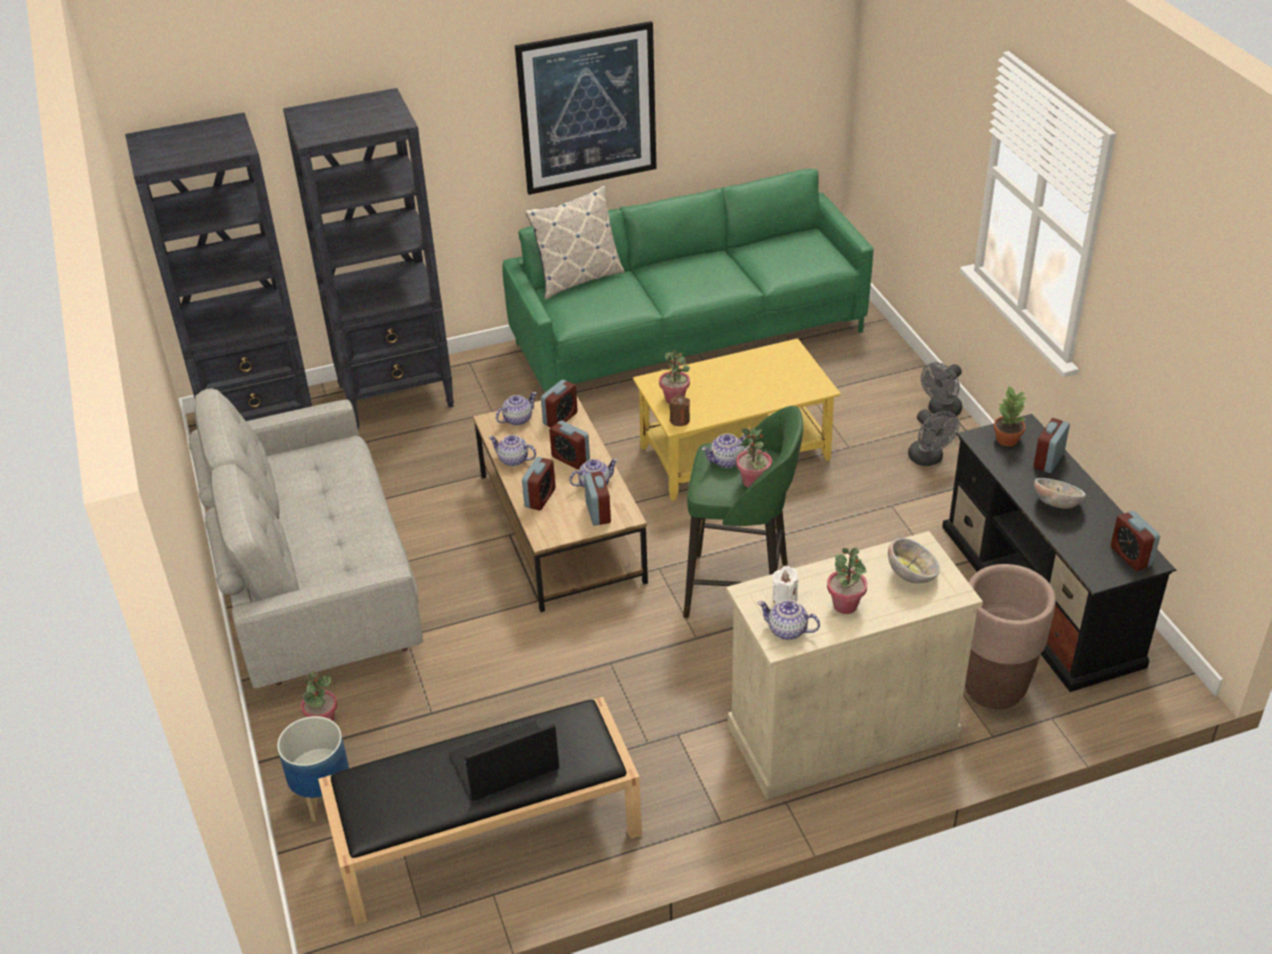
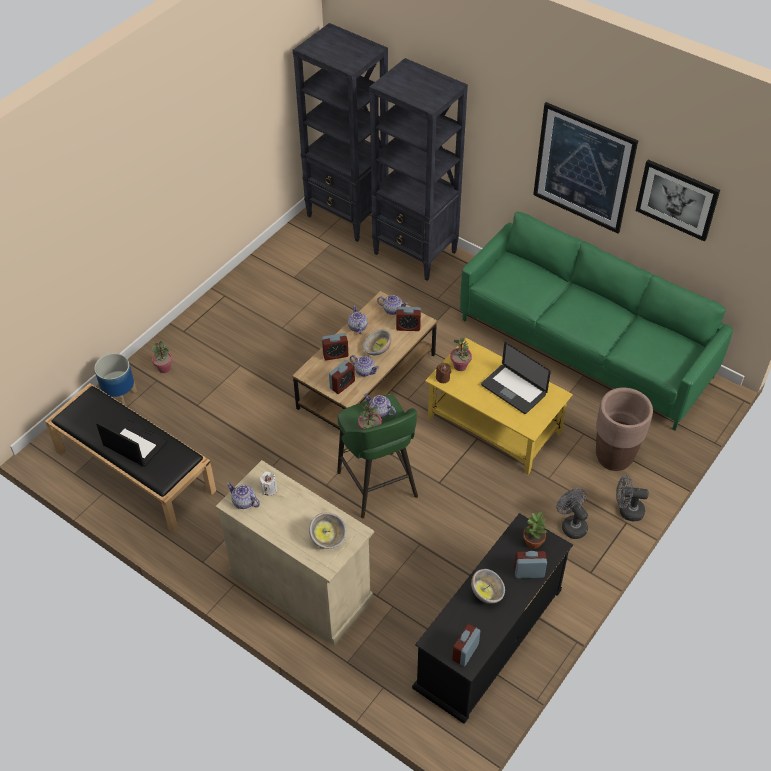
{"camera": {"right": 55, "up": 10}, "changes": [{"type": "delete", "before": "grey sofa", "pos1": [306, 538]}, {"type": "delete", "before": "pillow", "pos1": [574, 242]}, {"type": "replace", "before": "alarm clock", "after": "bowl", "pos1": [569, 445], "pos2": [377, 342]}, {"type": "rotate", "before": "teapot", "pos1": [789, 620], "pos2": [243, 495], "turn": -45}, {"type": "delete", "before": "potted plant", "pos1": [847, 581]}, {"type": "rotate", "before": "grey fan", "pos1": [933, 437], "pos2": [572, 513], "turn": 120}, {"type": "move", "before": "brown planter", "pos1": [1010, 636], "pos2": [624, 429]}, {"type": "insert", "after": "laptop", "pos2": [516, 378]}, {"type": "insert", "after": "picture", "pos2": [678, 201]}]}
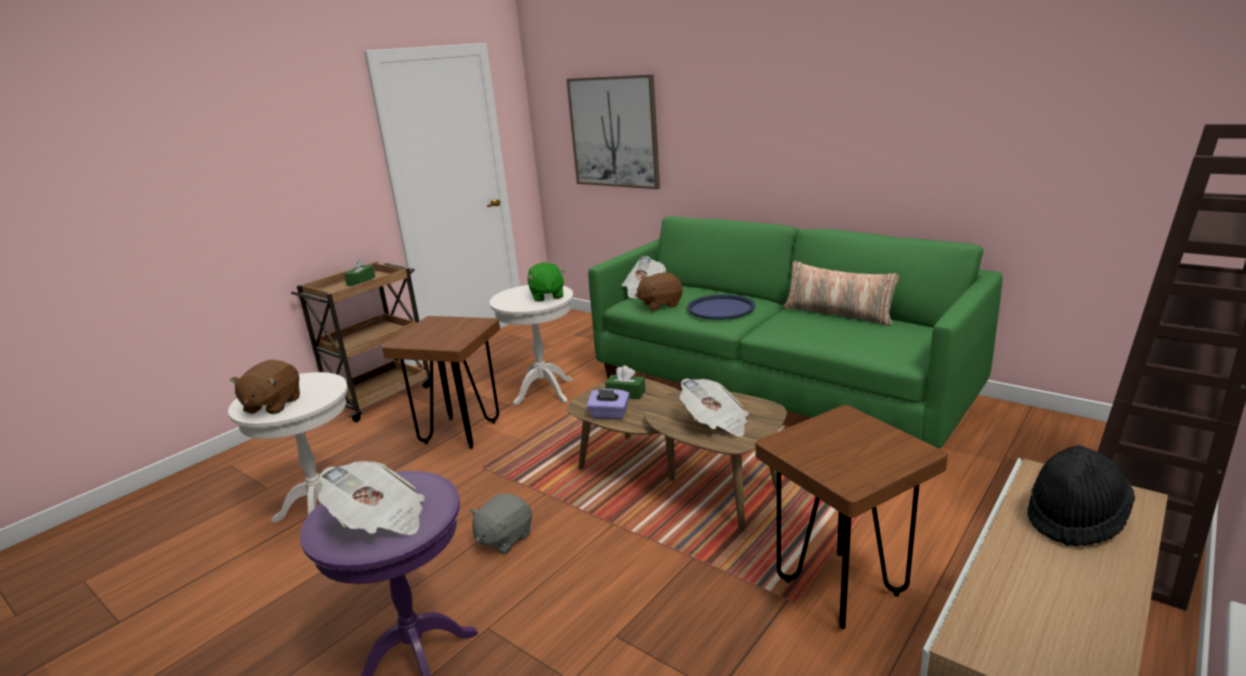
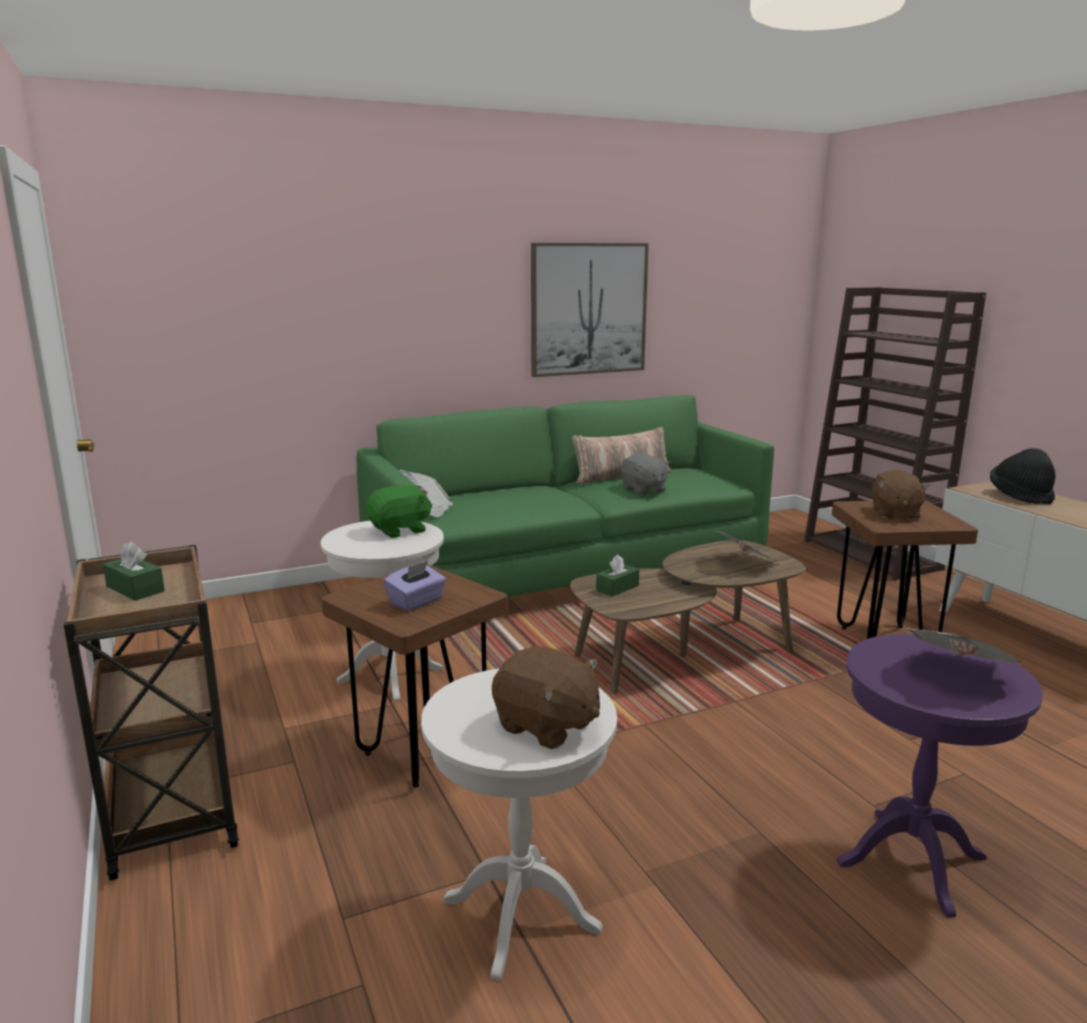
{"camera": {"right": -65, "up": -5}, "changes": [{"type": "move", "before": "grey plush toy", "pos1": [501, 524], "pos2": [645, 474]}, {"type": "rotate", "before": "green plush toy", "pos1": [546, 282], "pos2": [399, 511], "turn": -45}, {"type": "move", "before": "picture", "pos1": [613, 131], "pos2": [590, 310]}, {"type": "move", "before": "purple tissue box", "pos1": [608, 404], "pos2": [415, 586]}, {"type": "move", "before": "brown plush toy", "pos1": [659, 291], "pos2": [901, 495]}, {"type": "delete", "before": "blue tray", "pos1": [721, 307]}]}
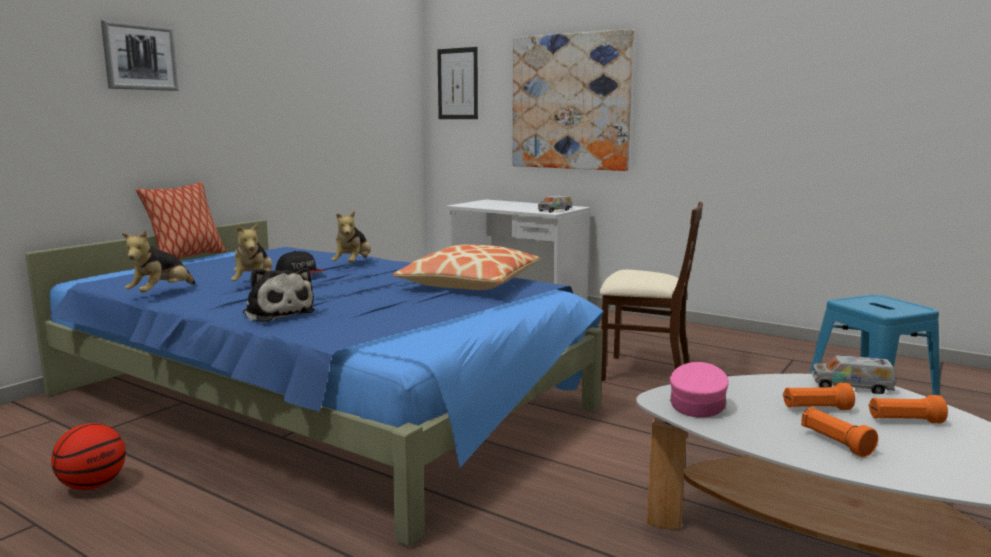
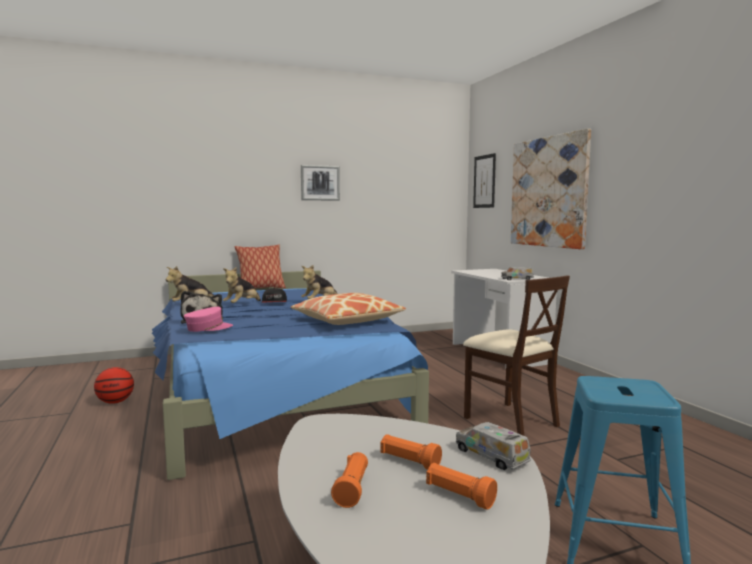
{"camera": {"right": 35, "up": -5}, "changes": [{"type": "move", "before": "picture", "pos1": [140, 55], "pos2": [320, 183]}, {"type": "move", "before": "pink cap", "pos1": [699, 390], "pos2": [208, 319]}]}
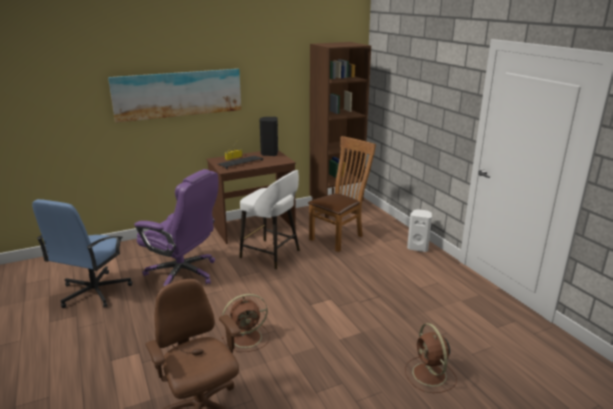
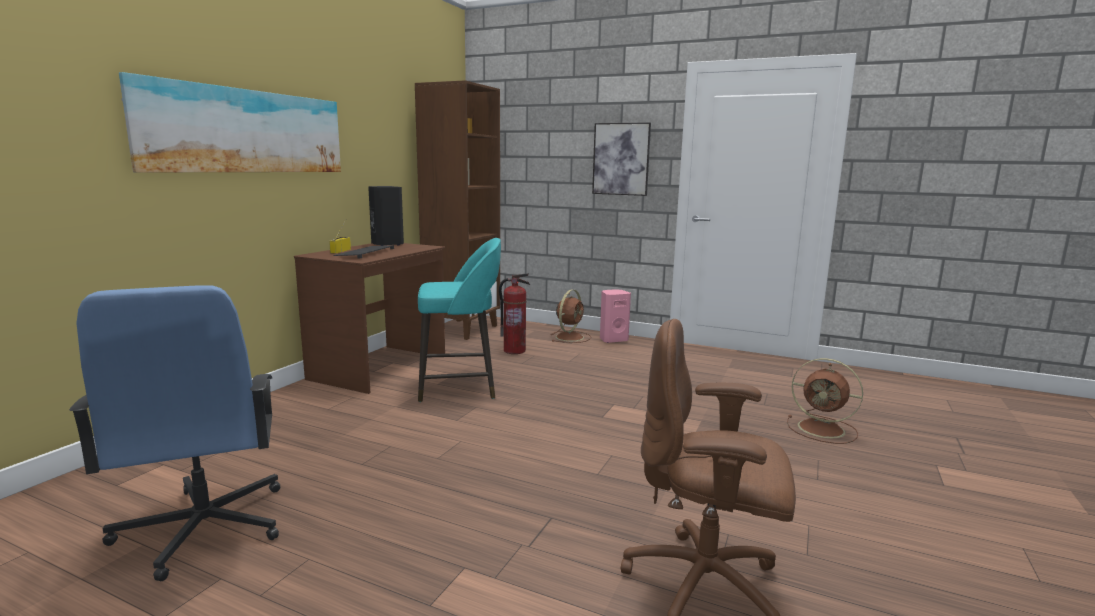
{"camera": {"right": -40, "up": -10}, "changes": [{"type": "delete", "before": "purple office chair", "pos1": [176, 228]}, {"type": "move", "before": "brown fan", "pos1": [246, 323], "pos2": [571, 316]}, {"type": "recolor", "before": "white stool", "after": "turquoise stool", "pos1": [269, 219], "pos2": [459, 320]}, {"type": "replace", "before": "brown chair", "after": "fire extinguisher", "pos1": [342, 194], "pos2": [514, 313]}, {"type": "recolor", "before": "white speaker", "after": "pink speaker", "pos1": [419, 230], "pos2": [615, 316]}, {"type": "insert", "after": "picture", "pos2": [621, 159]}]}
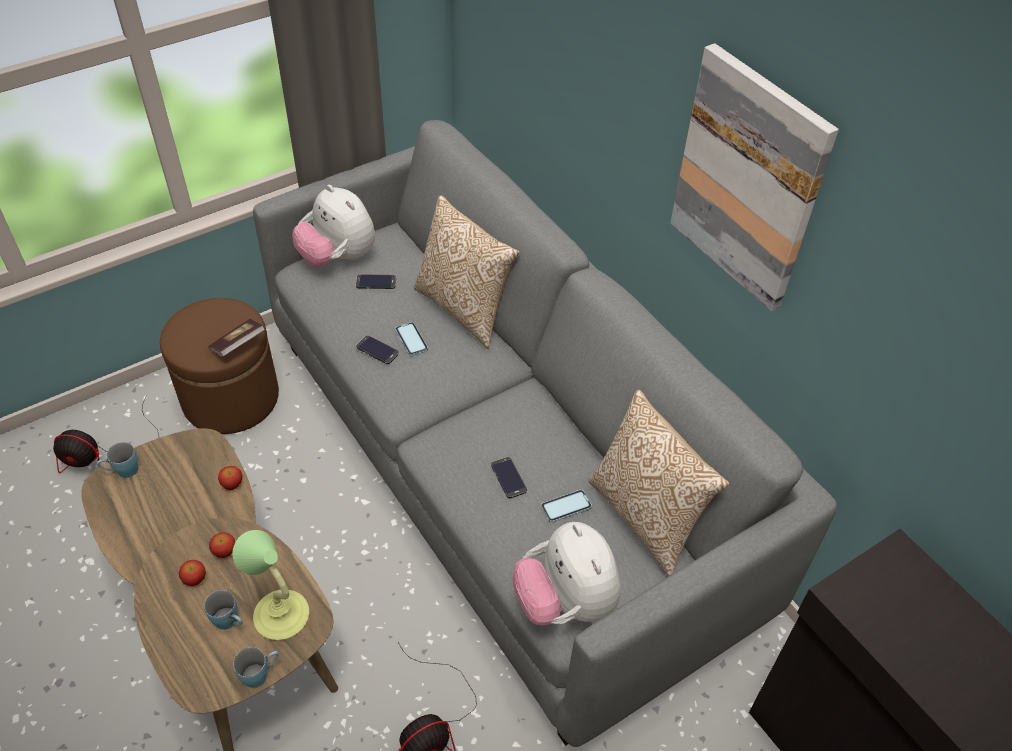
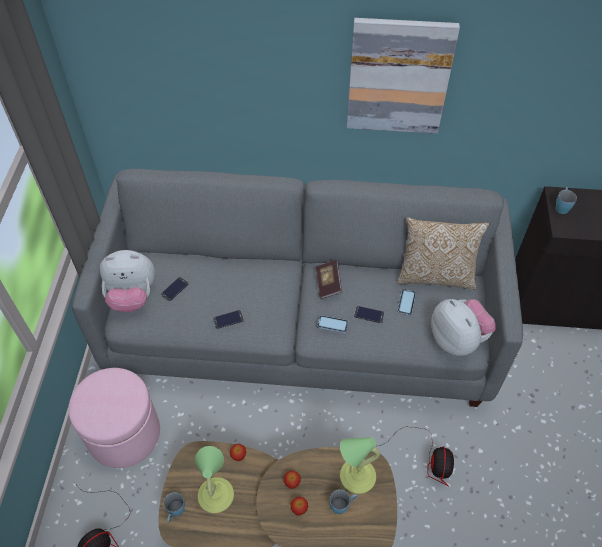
{"camera": {"right": -50, "up": 5}, "changes": [{"type": "recolor", "before": "brown ottoman", "after": "pink ottoman", "pos1": [219, 366], "pos2": [114, 418]}, {"type": "move", "before": "book", "pos1": [237, 338], "pos2": [329, 279]}, {"type": "move", "before": "blue mug", "pos1": [256, 667], "pos2": [566, 200]}, {"type": "move", "before": "phone", "pos1": [411, 339], "pos2": [332, 324]}, {"type": "delete", "before": "pillow", "pos1": [467, 272]}, {"type": "rotate", "before": "plush toy", "pos1": [566, 573], "pos2": [463, 327], "turn": -135}, {"type": "insert", "after": "table lamp", "pos2": [214, 479]}]}
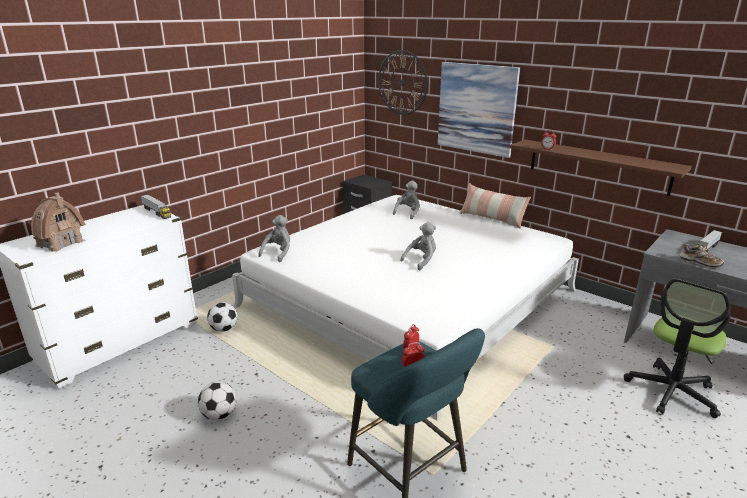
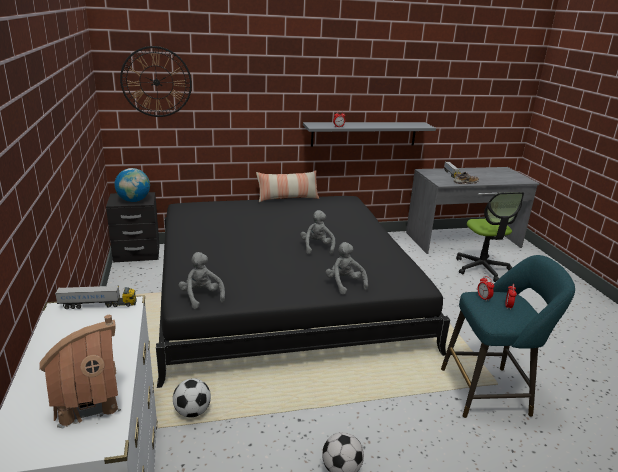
{"camera": {"right": -55, "up": 0}, "changes": [{"type": "recolor", "before": "white bed", "after": "black bed", "pos1": [405, 308], "pos2": [303, 292]}, {"type": "move", "before": "grey plush toy", "pos1": [406, 200], "pos2": [346, 268]}, {"type": "delete", "before": "picture", "pos1": [479, 110]}, {"type": "recolor", "before": "brown shelf", "after": "grey shelf", "pos1": [601, 167], "pos2": [369, 134]}, {"type": "insert", "after": "globe", "pos2": [132, 185]}]}
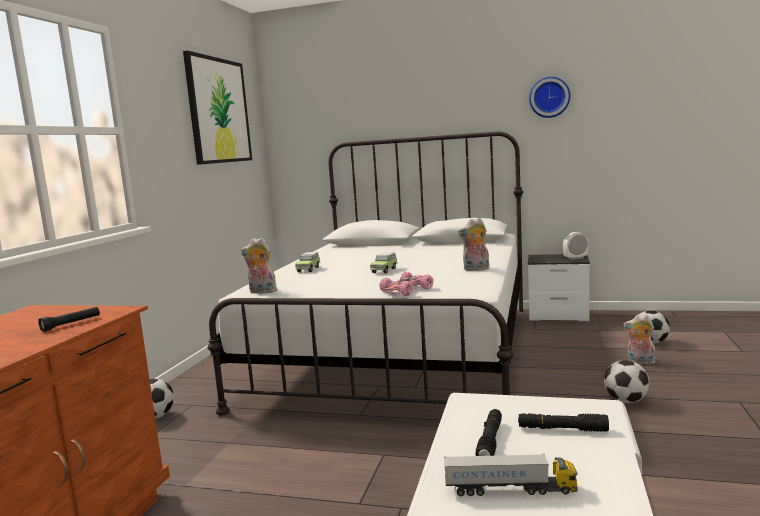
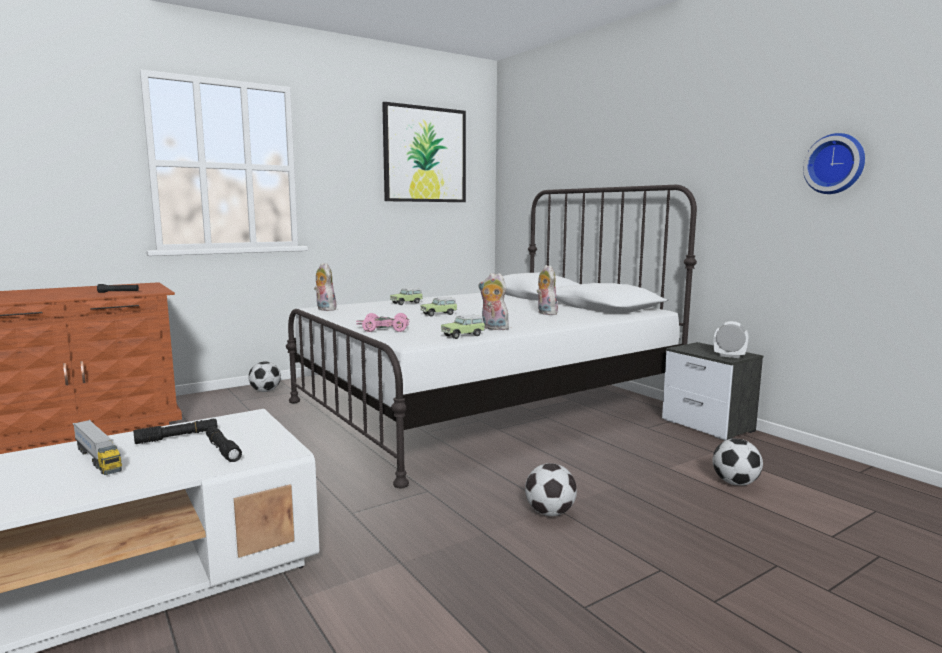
{"camera": {"right": 40, "up": 0}, "changes": [{"type": "move", "before": "wall clock", "pos1": [549, 97], "pos2": [834, 163]}, {"type": "move", "before": "plush toy", "pos1": [639, 339], "pos2": [547, 290]}, {"type": "insert", "after": "toy car", "pos2": [463, 326]}]}
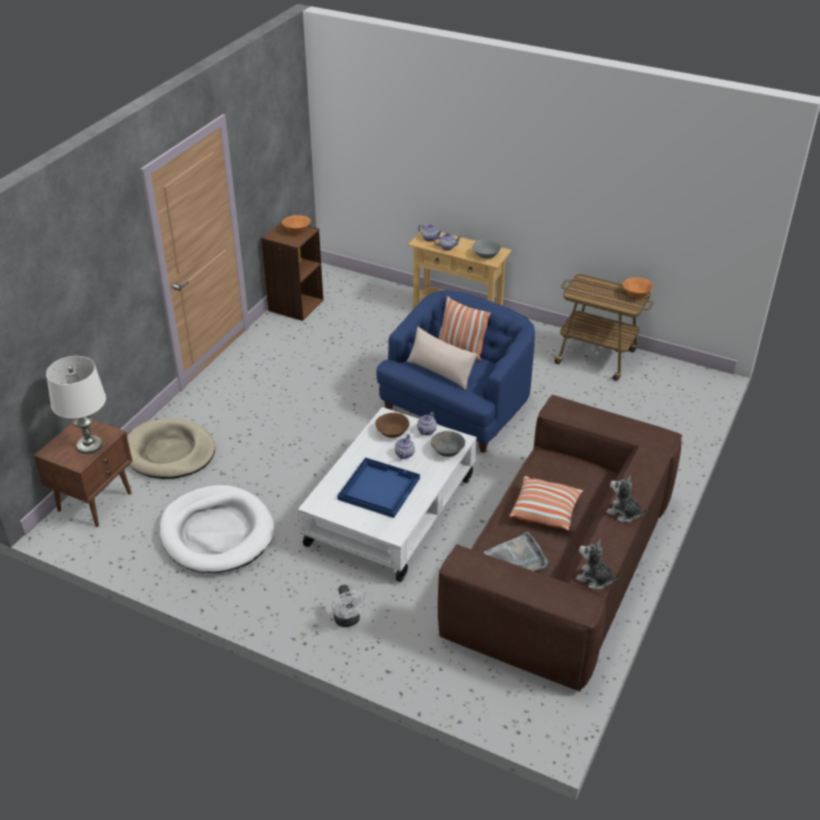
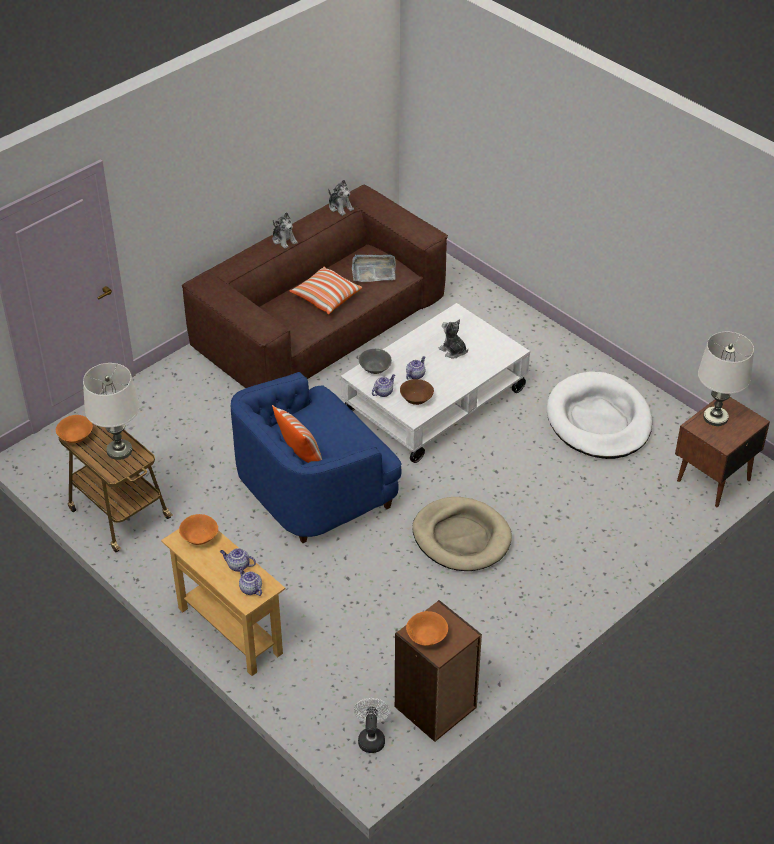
{"camera": {"right": -160, "up": 5}, "changes": [{"type": "move", "before": "beige dog bed", "pos1": [171, 449], "pos2": [462, 534]}, {"type": "move", "before": "white fan", "pos1": [349, 606], "pos2": [372, 725]}, {"type": "replace", "before": "blue tray", "after": "plush toy", "pos1": [378, 487], "pos2": [453, 339]}, {"type": "delete", "before": "beige pillow", "pos1": [442, 358]}, {"type": "recolor", "before": "grey bowl", "after": "orange bowl", "pos1": [486, 249], "pos2": [198, 529]}, {"type": "insert", "after": "white table lamp", "pos2": [111, 411]}]}
